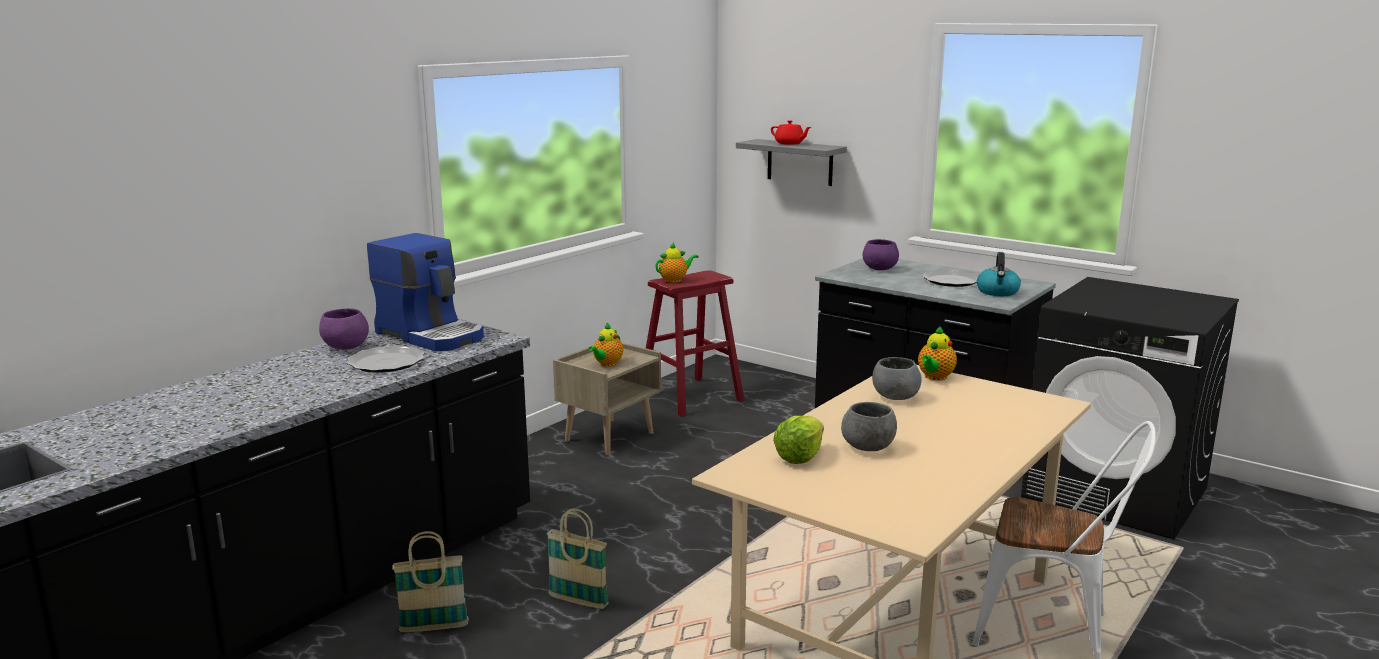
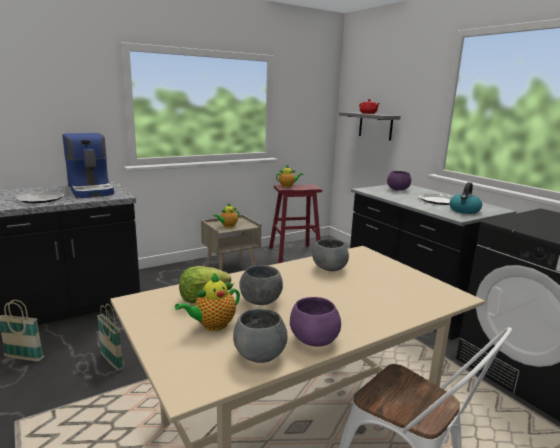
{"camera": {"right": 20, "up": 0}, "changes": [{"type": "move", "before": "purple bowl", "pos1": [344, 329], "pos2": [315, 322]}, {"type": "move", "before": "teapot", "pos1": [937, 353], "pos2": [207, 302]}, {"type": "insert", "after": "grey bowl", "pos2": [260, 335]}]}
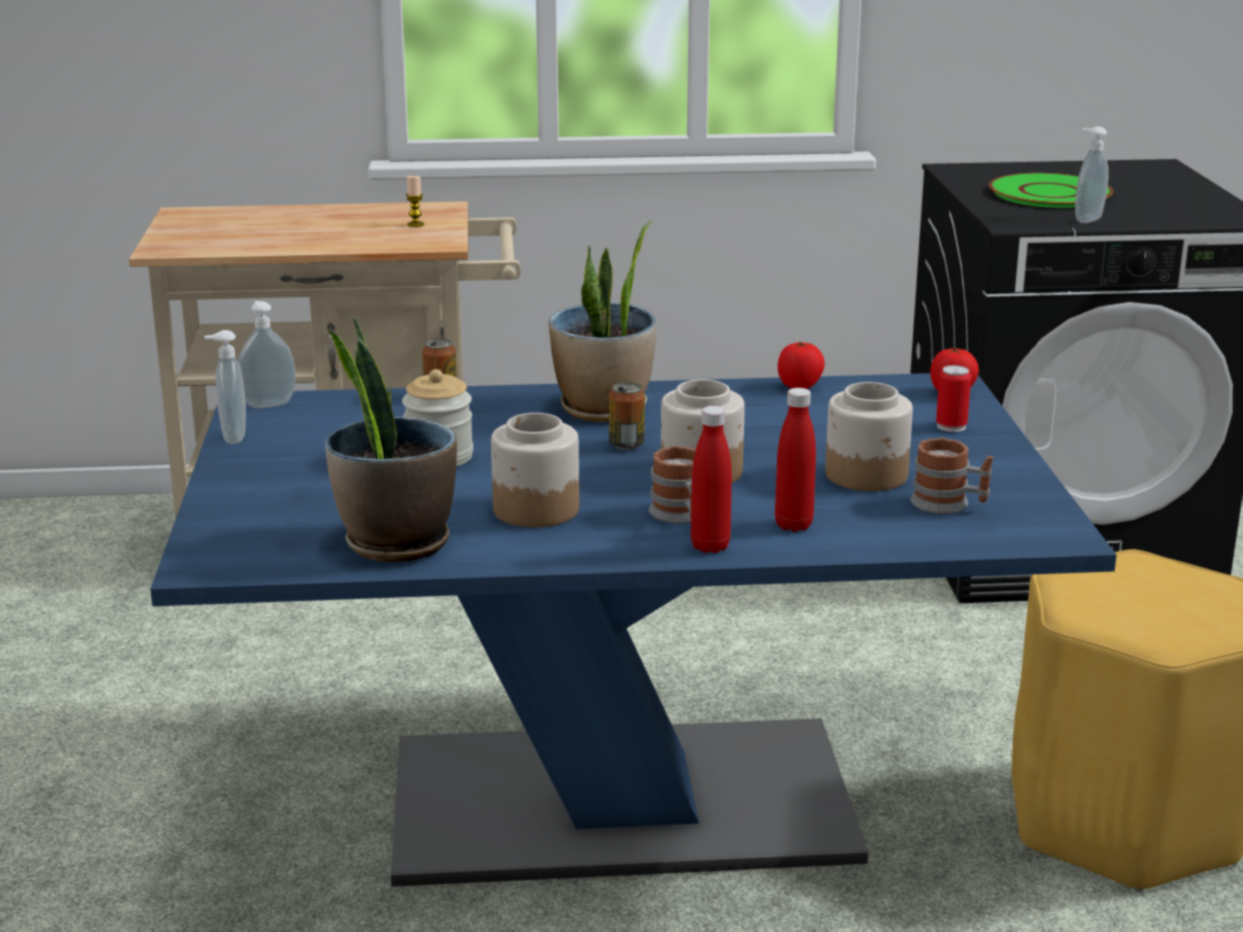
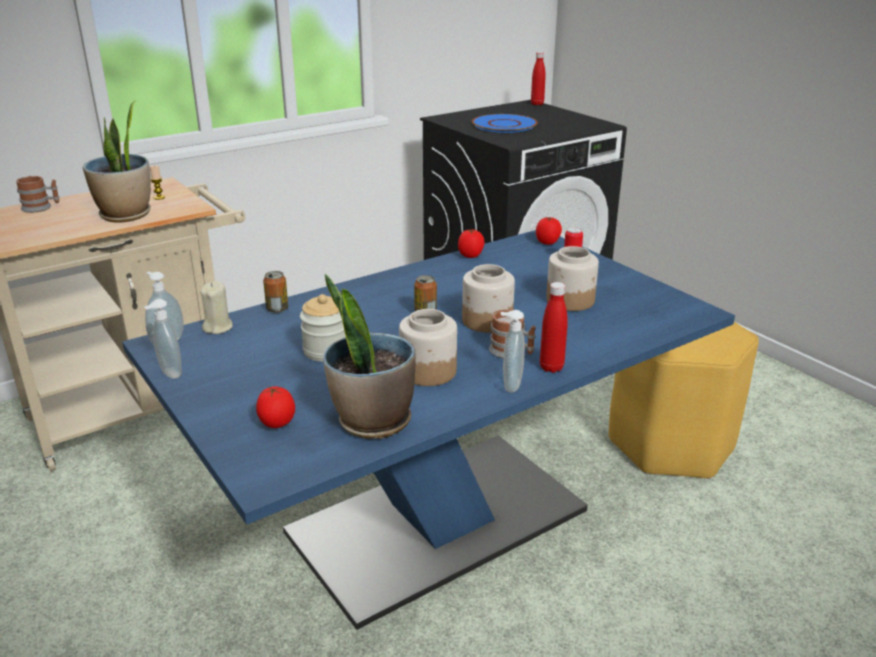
{"camera": {"right": -30, "up": 5}, "changes": [{"type": "move", "before": "potted plant", "pos1": [602, 321], "pos2": [117, 161]}, {"type": "move", "before": "red bottle", "pos1": [795, 460], "pos2": [538, 78]}, {"type": "move", "before": "mug", "pos1": [952, 476], "pos2": [38, 194]}, {"type": "recolor", "before": "green plate", "after": "blue plate", "pos1": [1051, 190], "pos2": [505, 123]}, {"type": "move", "before": "soap dispenser", "pos1": [1092, 175], "pos2": [512, 351]}, {"type": "insert", "after": "beige candle", "pos2": [216, 307]}, {"type": "insert", "after": "tomato", "pos2": [275, 407]}]}
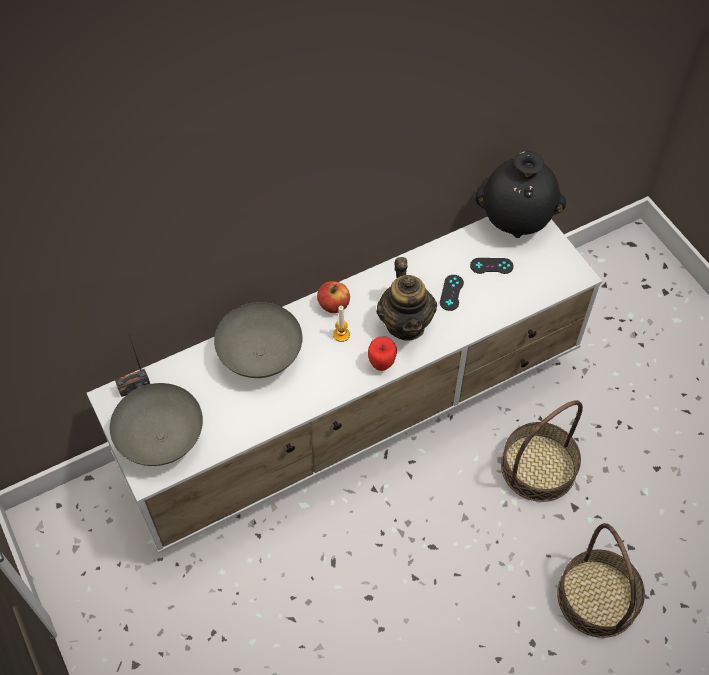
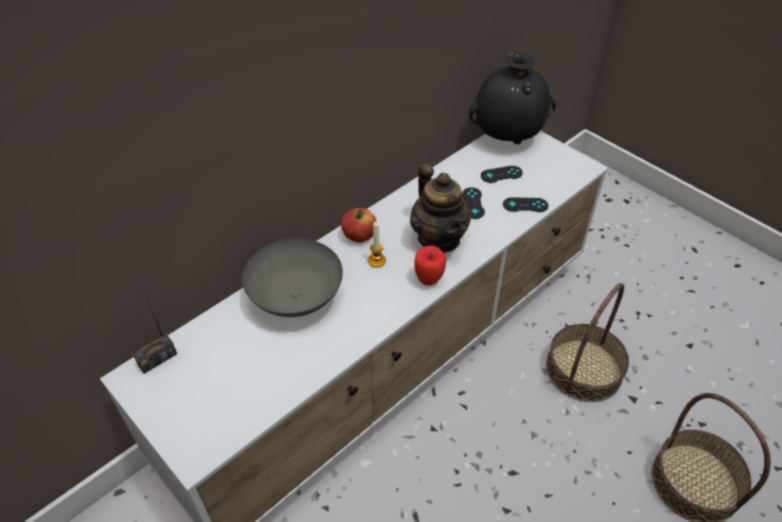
{"camera": {"right": -15, "up": -10}, "changes": [{"type": "delete", "before": "grey bowl", "pos1": [156, 424]}, {"type": "insert", "after": "black game controller", "pos2": [525, 204]}]}
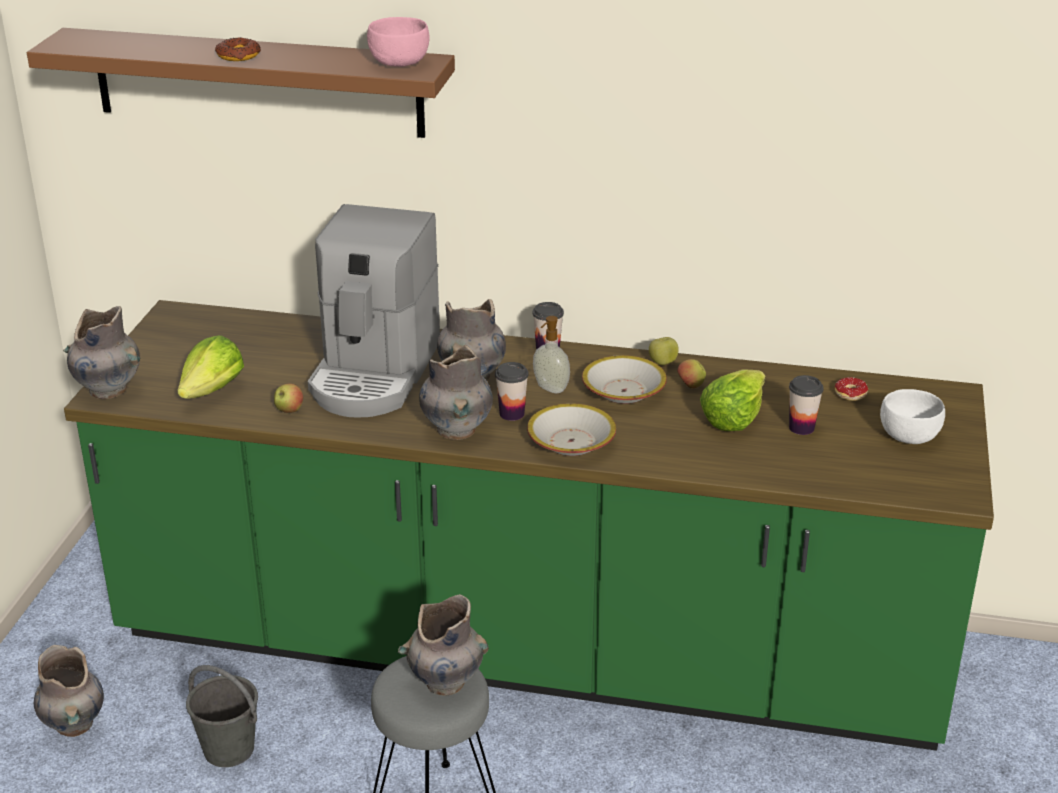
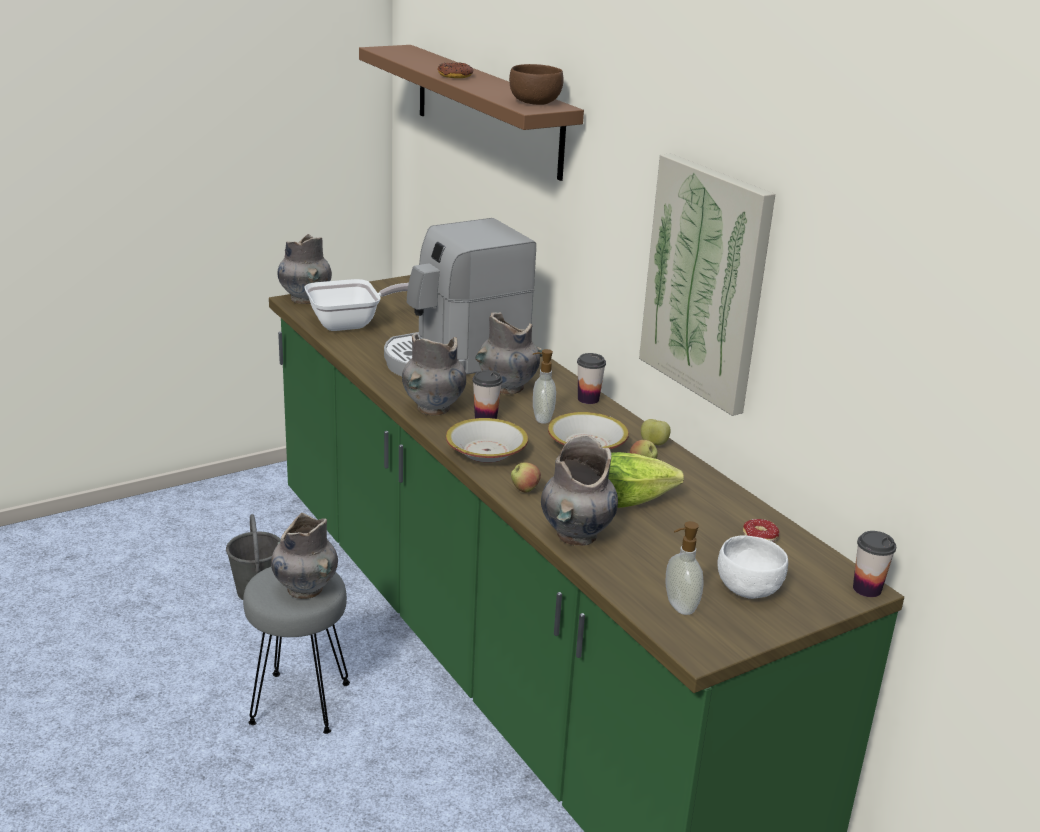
{"camera": {"right": 45, "up": -5}, "changes": [{"type": "move", "before": "grey vase", "pos1": [69, 691], "pos2": [579, 491]}, {"type": "replace", "before": "lettuce", "after": "frying pan", "pos1": [210, 367], "pos2": [357, 305]}, {"type": "move", "before": "apple", "pos1": [288, 398], "pos2": [526, 477]}, {"type": "recolor", "before": "pink bowl", "after": "brown bowl", "pos1": [398, 42], "pos2": [536, 84]}, {"type": "move", "before": "cup", "pos1": [806, 405], "pos2": [874, 564]}, {"type": "insert", "after": "picture", "pos2": [707, 284]}, {"type": "insert", "after": "soap dispenser", "pos2": [685, 568]}]}
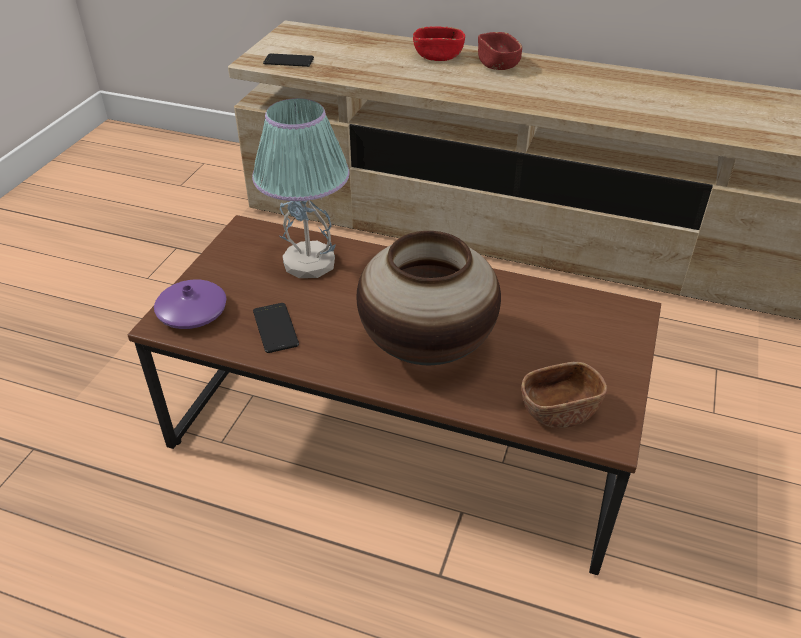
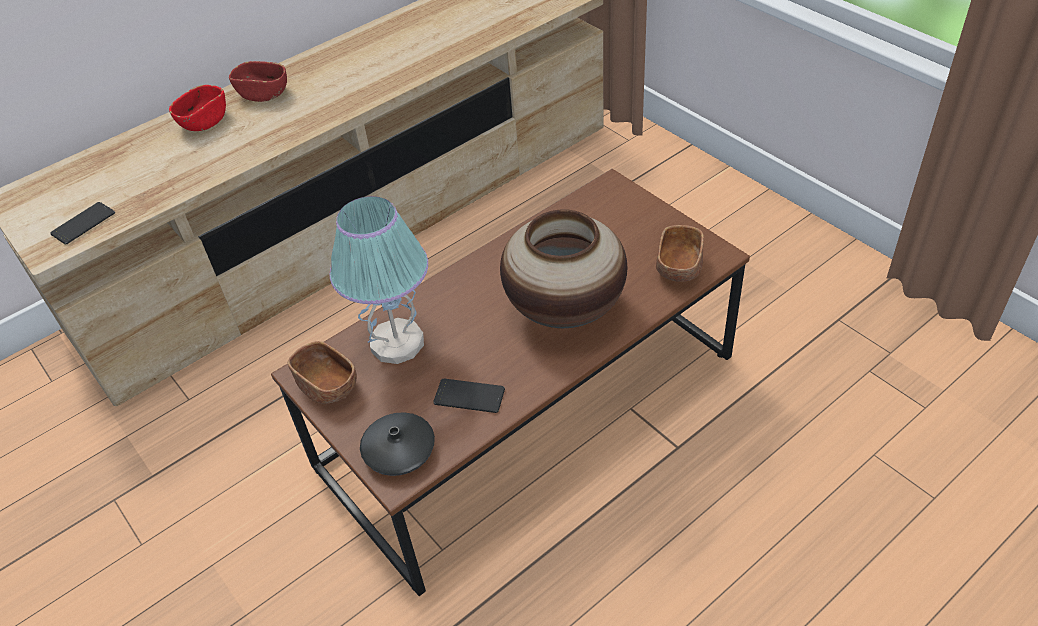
{"camera": {"right": -55, "up": 5}, "changes": [{"type": "recolor", "before": "purple vase", "after": "black vase", "pos1": [190, 304], "pos2": [397, 444]}, {"type": "insert", "after": "brown bowl", "pos2": [322, 372]}]}
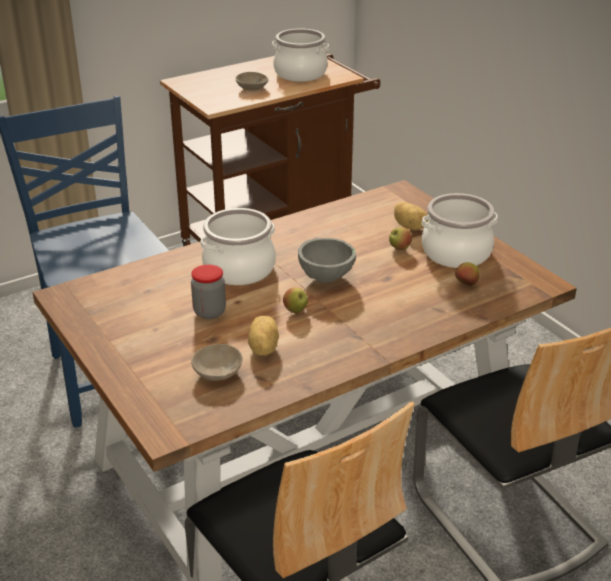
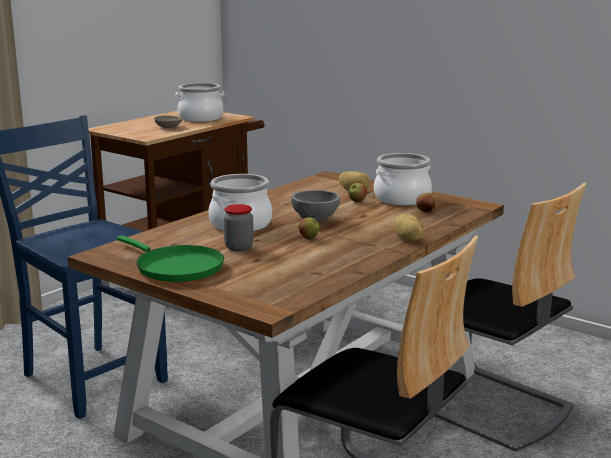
{"camera": {"right": -20, "up": -15}, "changes": [{"type": "delete", "before": "beige bowl", "pos1": [217, 362]}, {"type": "move", "before": "potato", "pos1": [263, 336], "pos2": [408, 227]}, {"type": "insert", "after": "green frying pan", "pos2": [170, 258]}]}
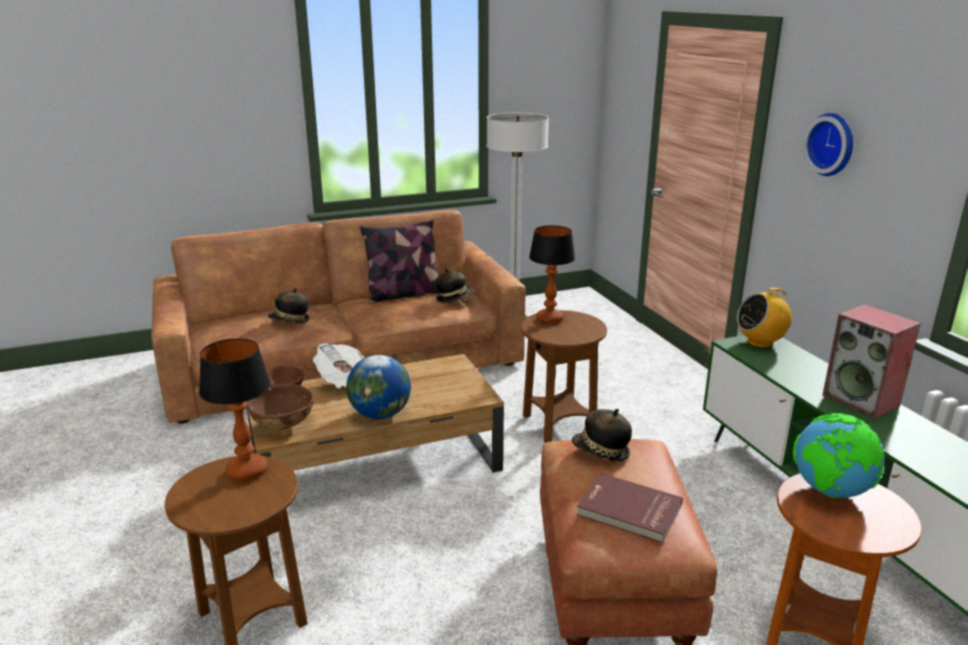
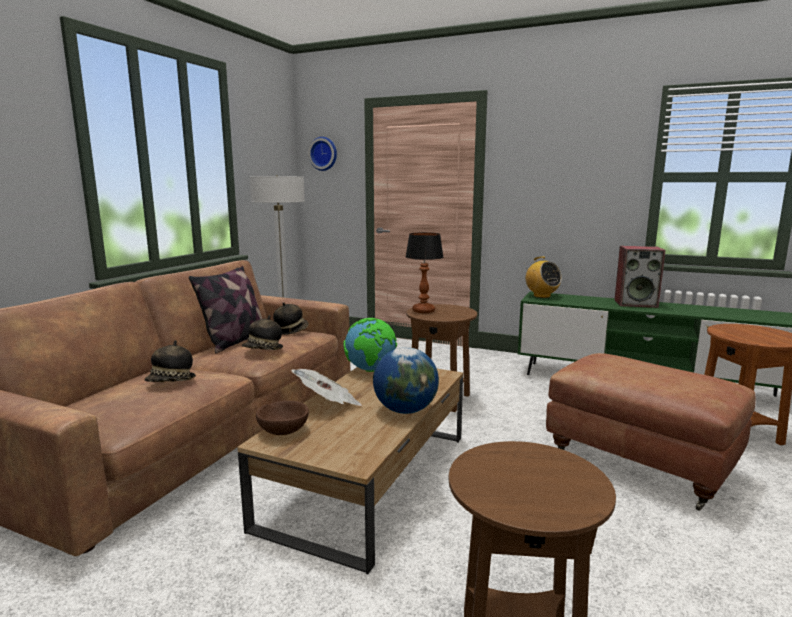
{"camera": {"right": -45, "up": -10}, "changes": [{"type": "delete", "before": "table lamp", "pos1": [234, 409]}, {"type": "delete", "before": "brown bowl", "pos1": [280, 407]}, {"type": "move", "before": "hat", "pos1": [602, 435], "pos2": [262, 332]}, {"type": "delete", "before": "red book", "pos1": [630, 508]}, {"type": "rotate", "before": "radio", "pos1": [764, 318], "pos2": [543, 277], "turn": -60}, {"type": "move", "before": "globe", "pos1": [839, 455], "pos2": [370, 345]}, {"type": "move", "before": "wall clock", "pos1": [828, 144], "pos2": [322, 154]}]}
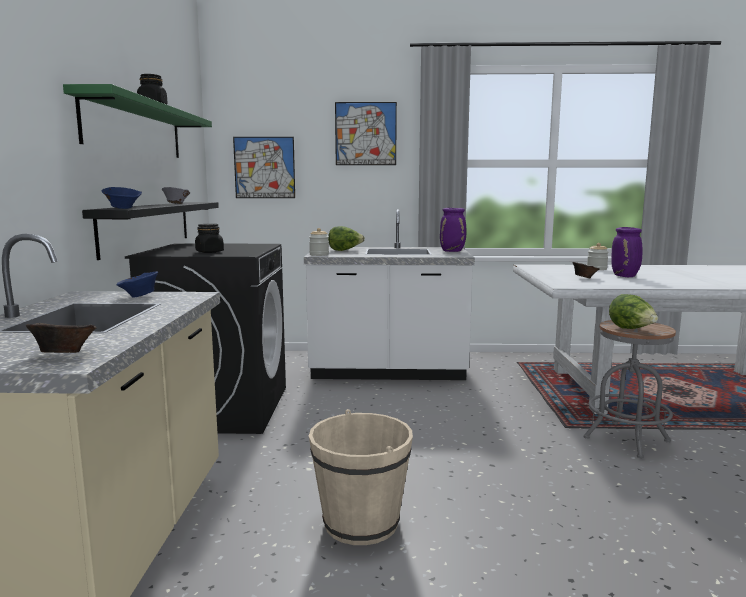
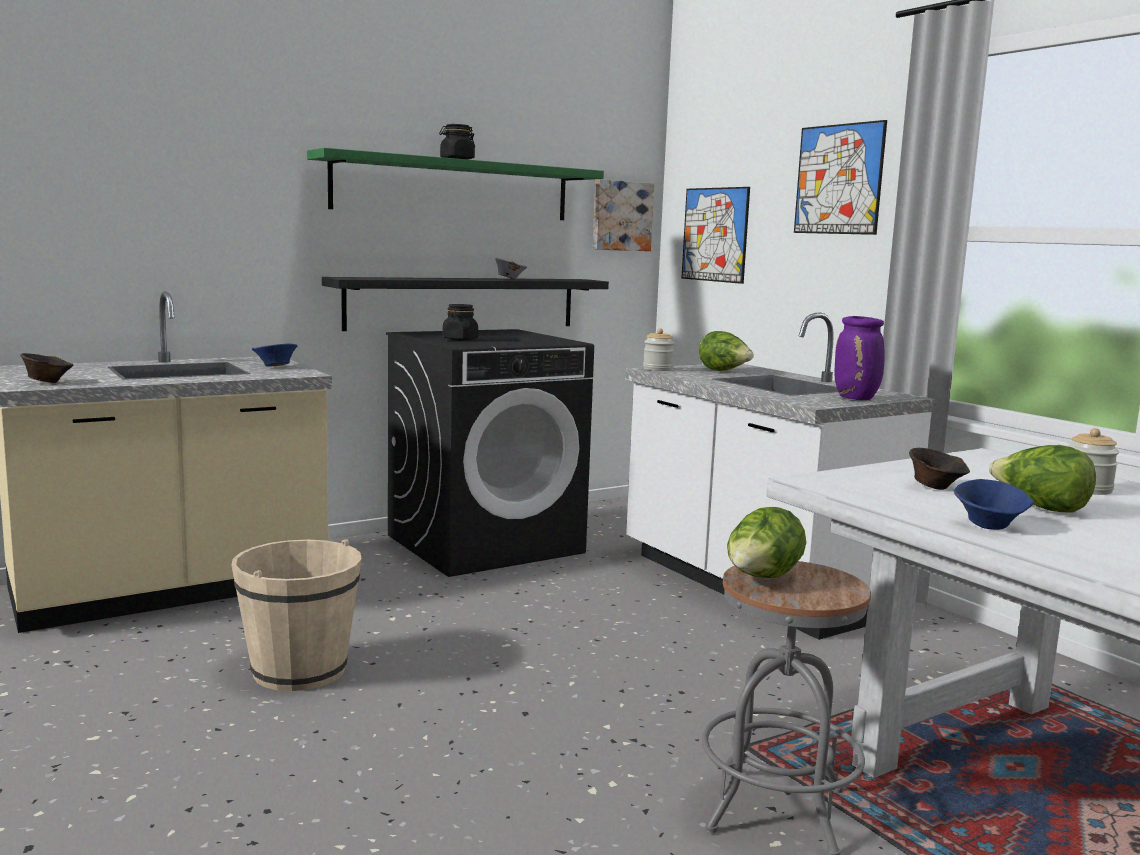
{"camera": {"right": 55, "up": 0}, "changes": [{"type": "move", "before": "blue bowl", "pos1": [121, 198], "pos2": [994, 504]}, {"type": "replace", "before": "purple vase", "after": "lettuce", "pos1": [626, 252], "pos2": [1042, 478]}, {"type": "insert", "after": "picture", "pos2": [623, 215]}]}
